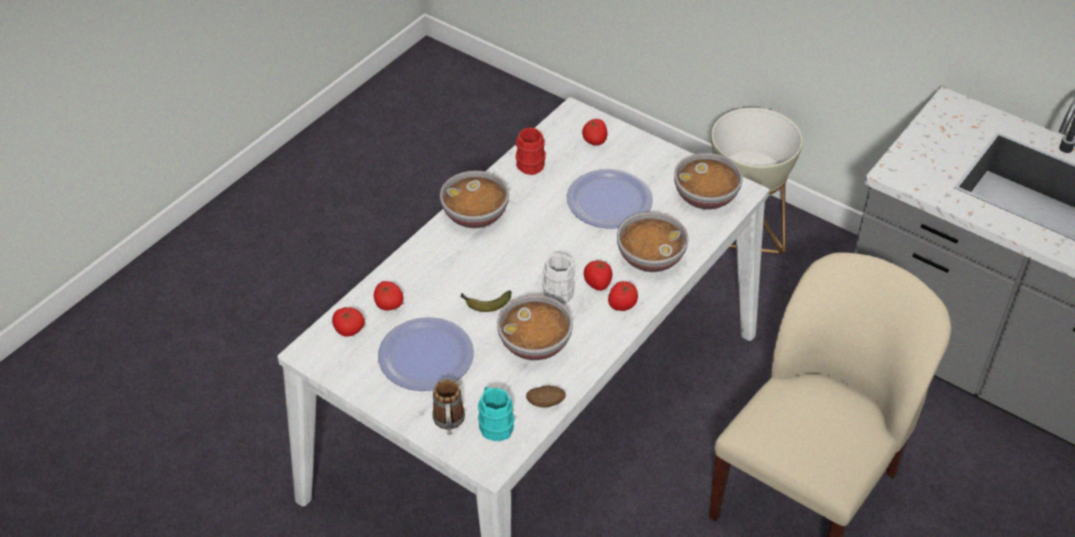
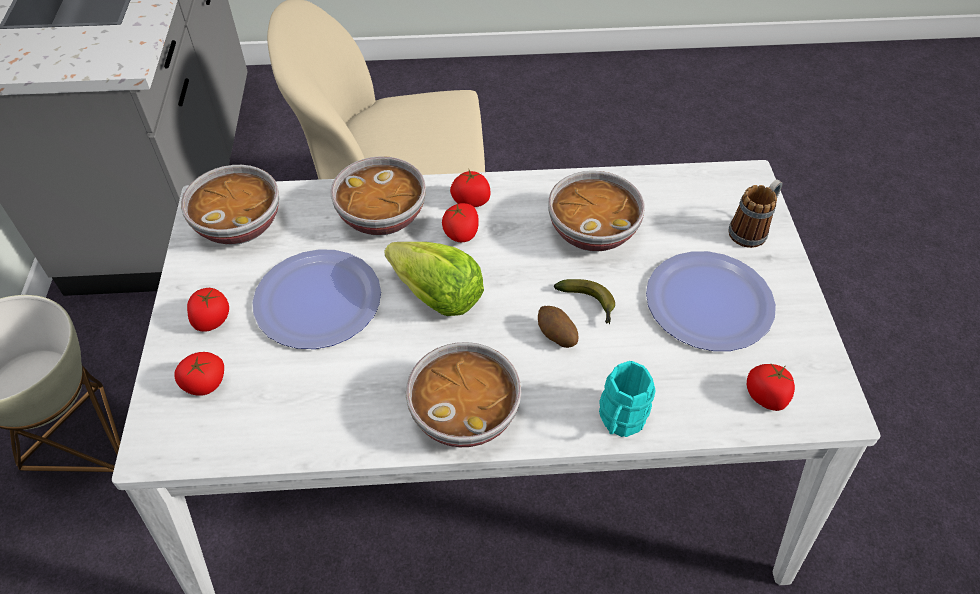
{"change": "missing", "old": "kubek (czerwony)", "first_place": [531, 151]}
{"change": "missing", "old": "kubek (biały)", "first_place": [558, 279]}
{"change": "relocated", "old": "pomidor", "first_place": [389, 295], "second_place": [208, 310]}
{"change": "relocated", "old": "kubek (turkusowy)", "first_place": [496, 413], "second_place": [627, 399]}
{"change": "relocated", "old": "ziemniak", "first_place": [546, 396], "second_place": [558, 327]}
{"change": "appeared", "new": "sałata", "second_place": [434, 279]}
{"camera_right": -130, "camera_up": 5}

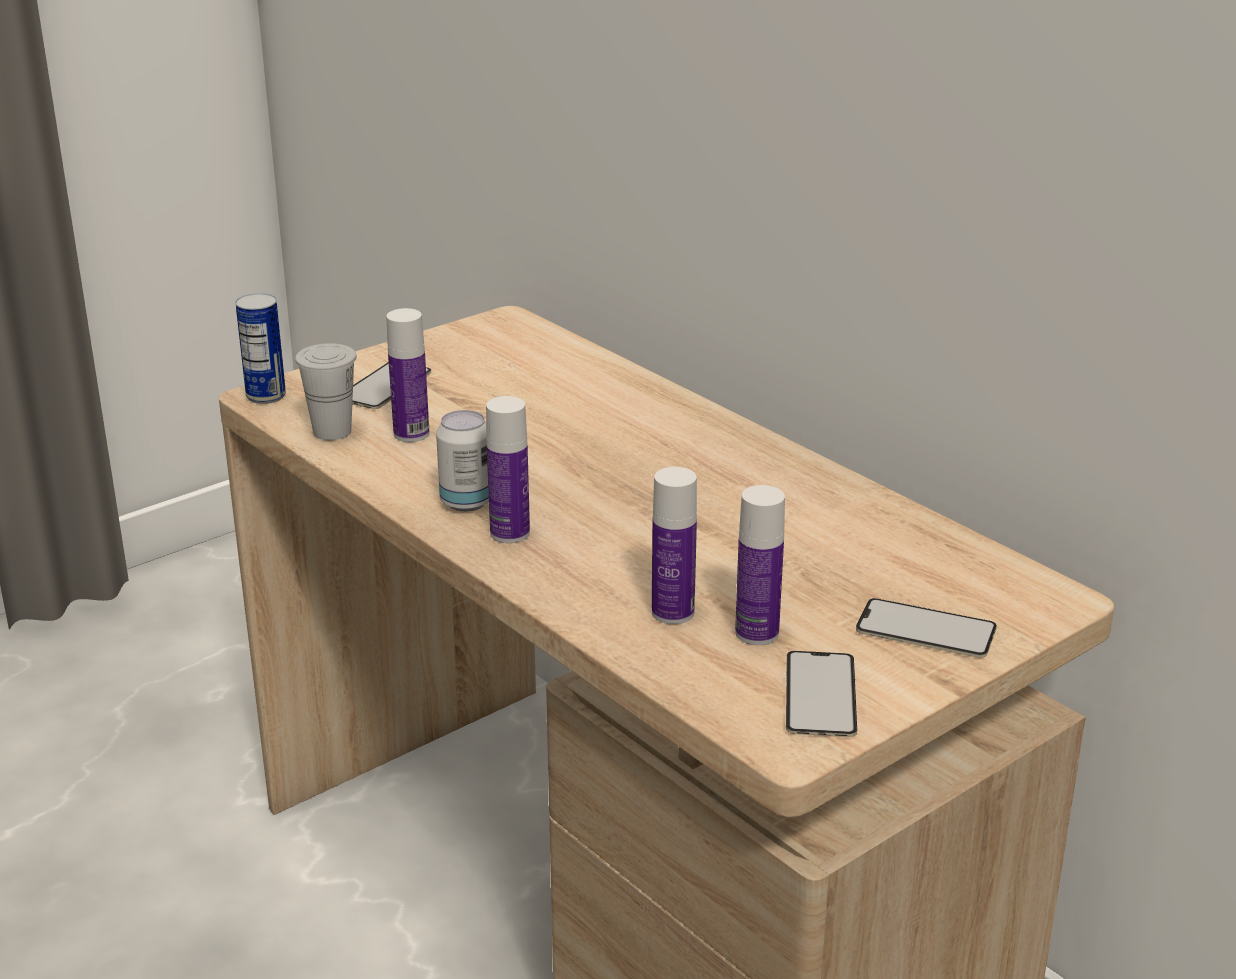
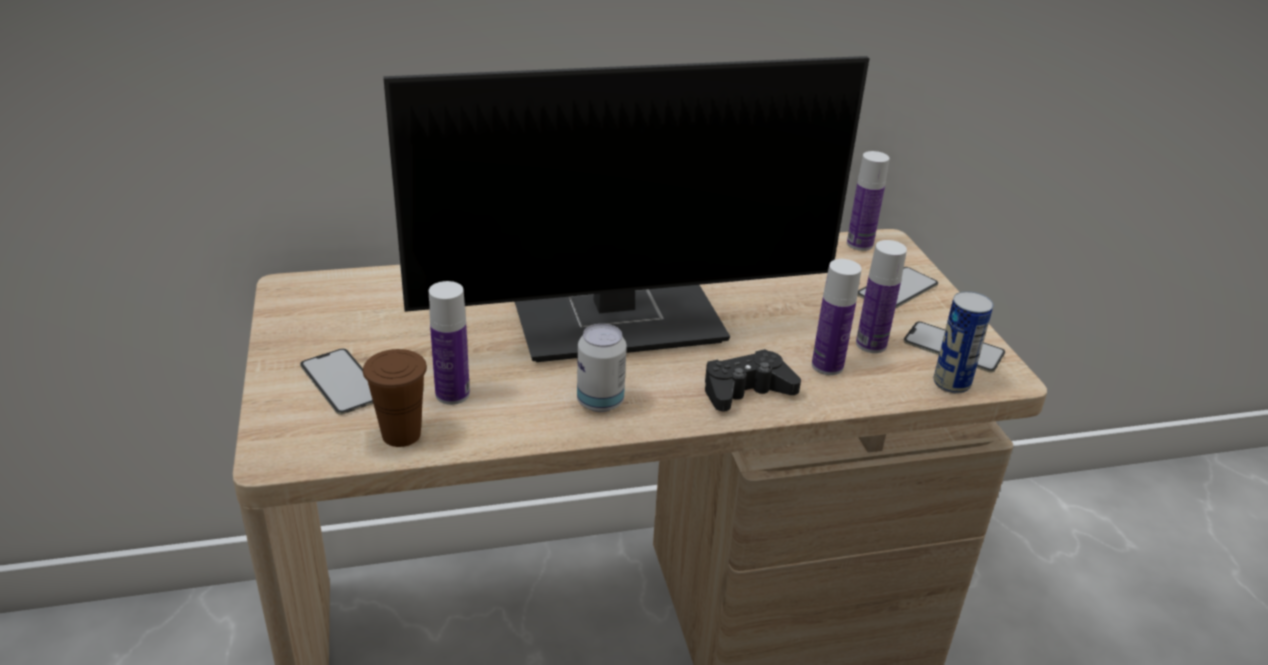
{"change": "relocated", "old": "puszka", "first_place": [260, 348], "second_place": [963, 342]}
{"change": "colour", "old": "filiżanka (biały)", "new": "filiżanka (brązowy)", "first_place": [326, 391], "second_place": [395, 398]}
{"change": "relocated", "old": "butelka", "first_place": [508, 469], "second_place": [868, 201]}
{"change": "appeared", "new": "monitor", "second_place": [626, 209]}
{"change": "appeared", "new": "pad do gier (czarny)", "second_place": [753, 380]}
{"camera_right": -65, "camera_up": 5}

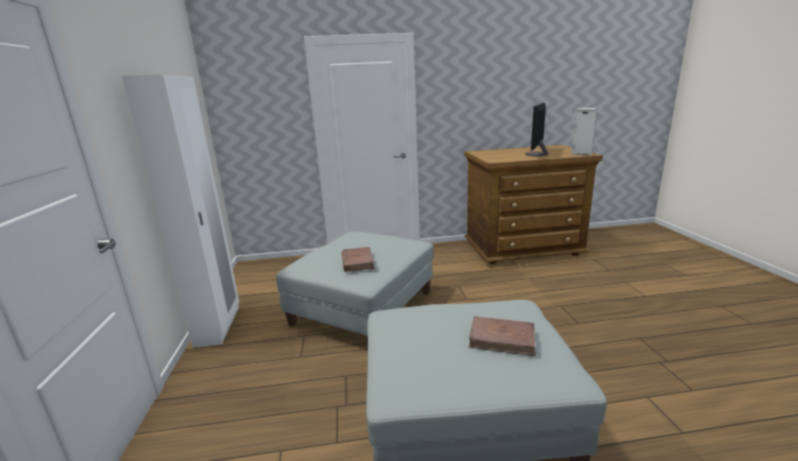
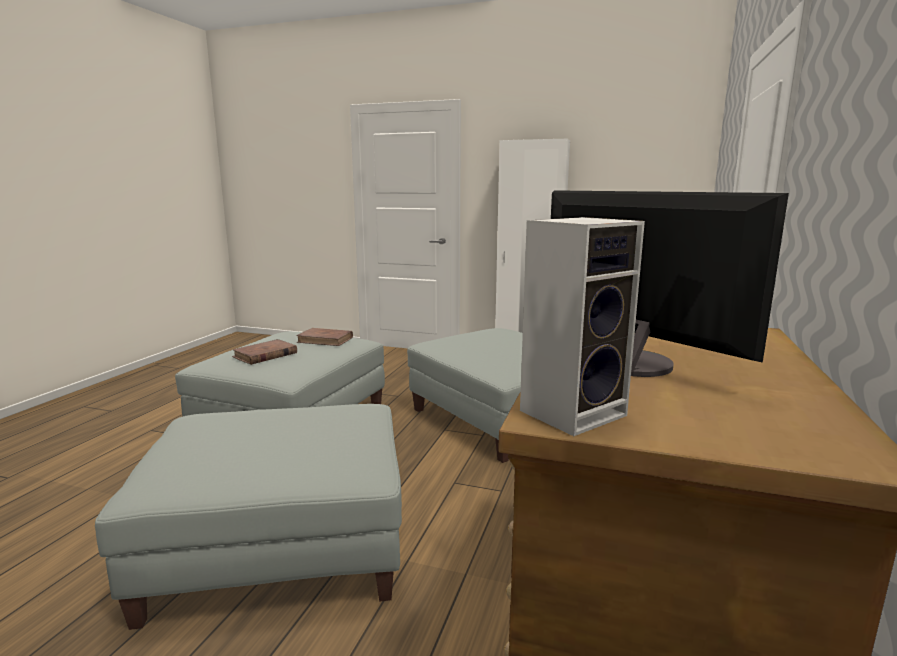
{"change": "relocated", "old": "książka (brązowy)", "first_place": [358, 259], "second_place": [324, 337]}
{"change": "appeared", "new": "pufa (szary)", "second_place": [248, 517]}
{"camera_right": 115, "camera_up": -5}

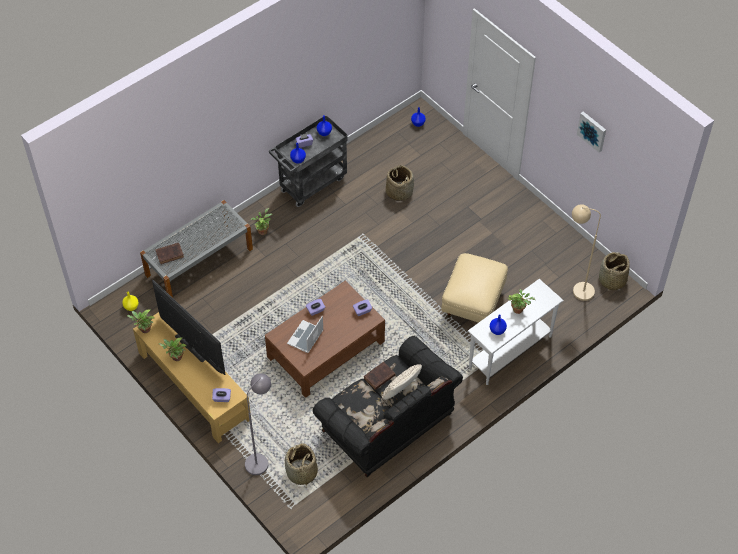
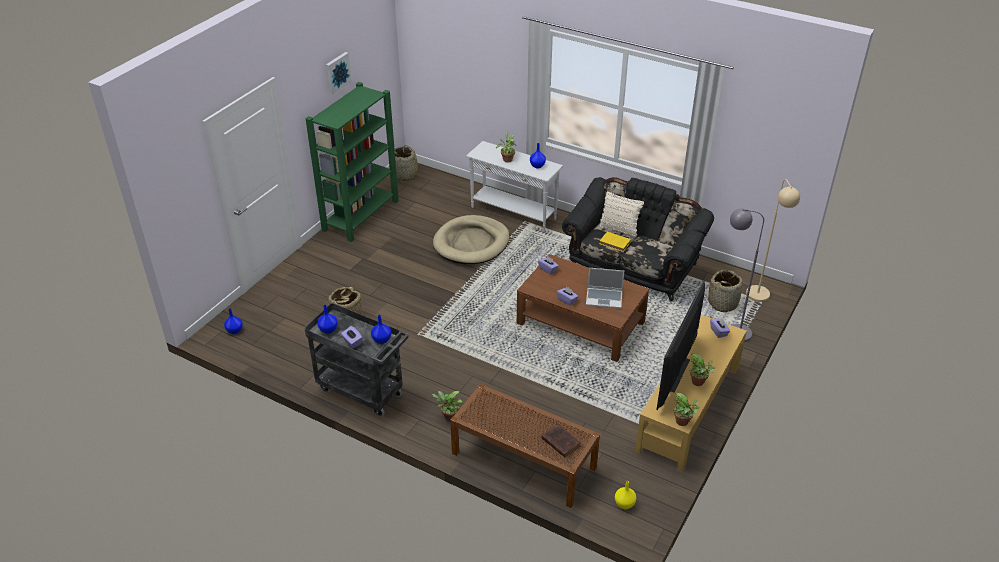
{"change": "colour", "old": "ławka (szary)", "new": "ławka (brązowy)", "first_place": [196, 249], "second_place": [525, 445]}
{"change": "relocated", "old": "lampa stojąca (beżowy)", "first_place": [586, 252], "second_place": [773, 240]}
{"change": "exchanged", "old": "pufa (beżowy)", "new": "legowisko (beżowy)", "first_place": [474, 288], "second_place": [471, 239]}
{"change": "colour", "old": "książka (brązowy)", "new": "książka (żółty)", "first_place": [379, 376], "second_place": [615, 242]}
{"change": "appeared", "new": "regał (zielony)", "second_place": [352, 162]}
{"camera_right": -110, "camera_up": -15}

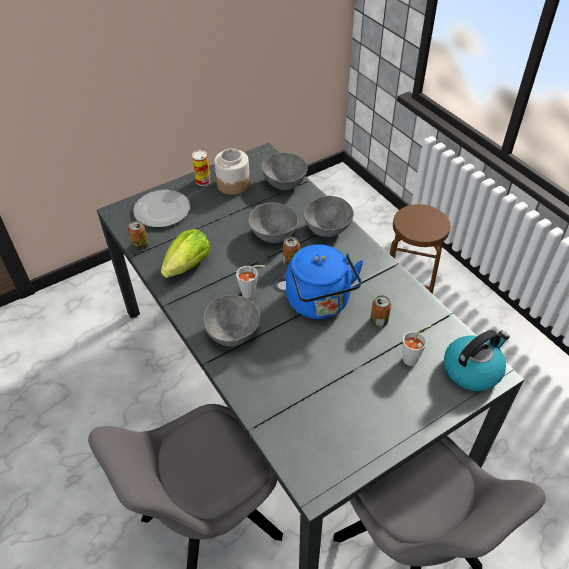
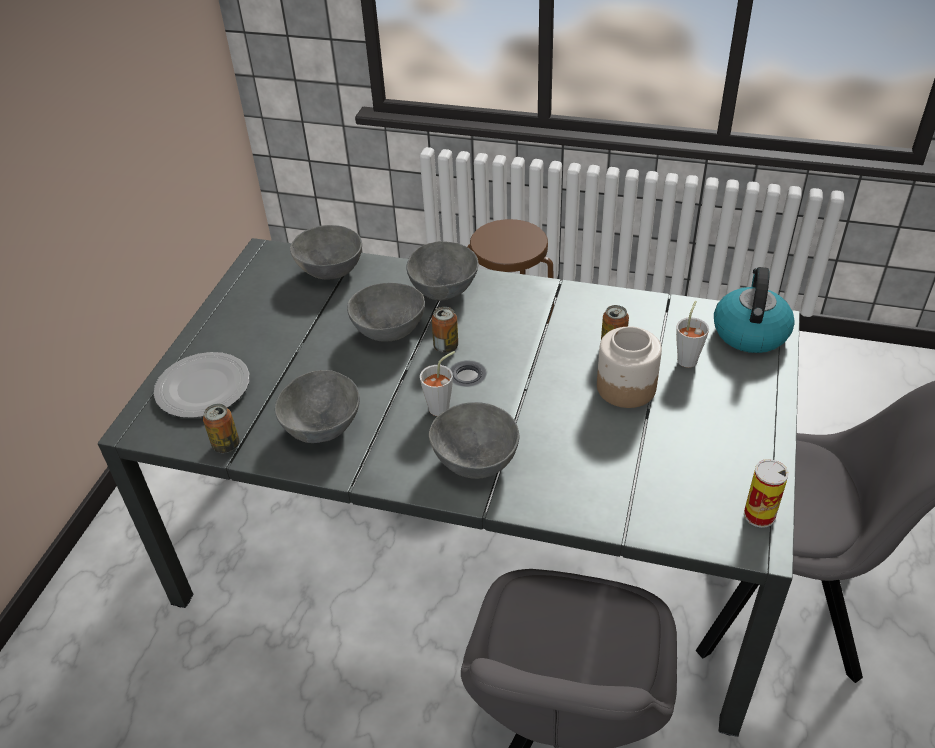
{"change": "relocated", "old": "słoik", "first_place": [232, 172], "second_place": [629, 367]}
{"change": "relocated", "old": "puszka", "first_place": [201, 168], "second_place": [766, 493]}
{"change": "exchanged", "old": "sałata", "new": "miska (szary)", "first_place": [185, 253], "second_place": [317, 406]}
{"change": "missing", "old": "czajnik (niebieski)", "first_place": [324, 281]}
{"camera_right": -40, "camera_up": -5}

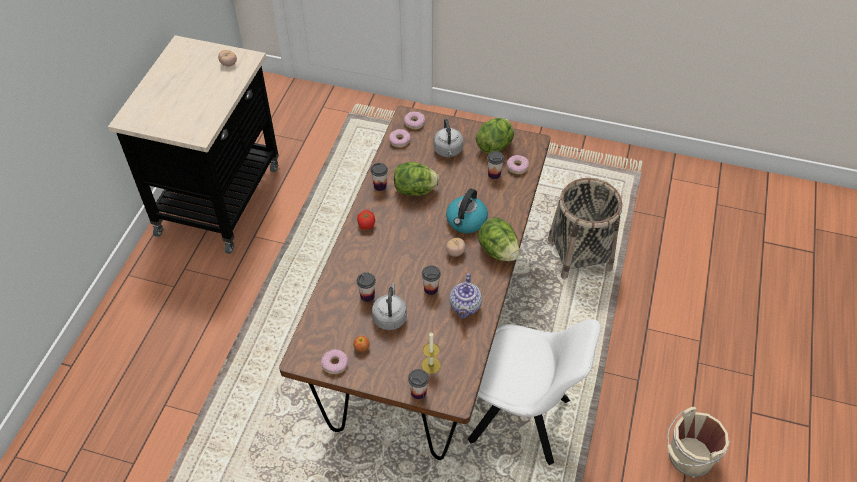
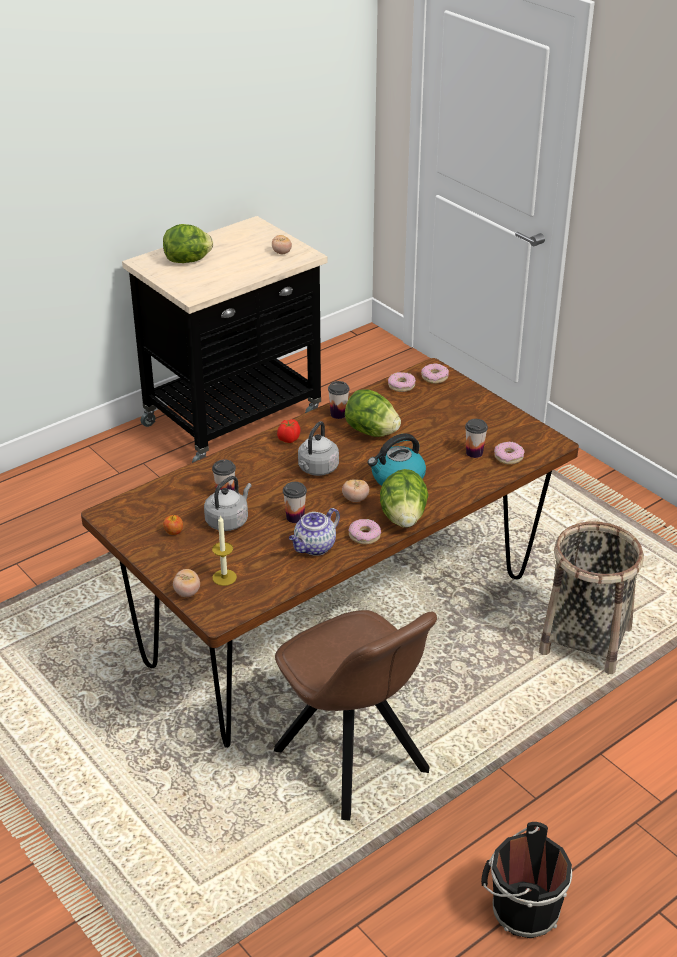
{"change": "relocated", "old": "sałata", "first_place": [495, 136], "second_place": [188, 243]}
{"change": "relocated", "old": "czajnik (szary)", "first_place": [448, 138], "second_place": [318, 448]}
{"change": "colour", "old": "krzesło (biały)", "new": "krzesło (brązowy)", "first_place": [534, 392], "second_place": [355, 715]}
{"change": "relocated", "old": "donut", "first_place": [334, 361], "second_place": [364, 531]}
{"change": "exchanged", "old": "filiżanka", "new": "pomidor", "first_place": [418, 384], "second_place": [186, 583]}
{"change": "colour", "old": "wiadro (beżowy)", "new": "wiadro (czarny)", "first_place": [698, 442], "second_place": [526, 880]}
{"camera_right": 35, "camera_up": -15}

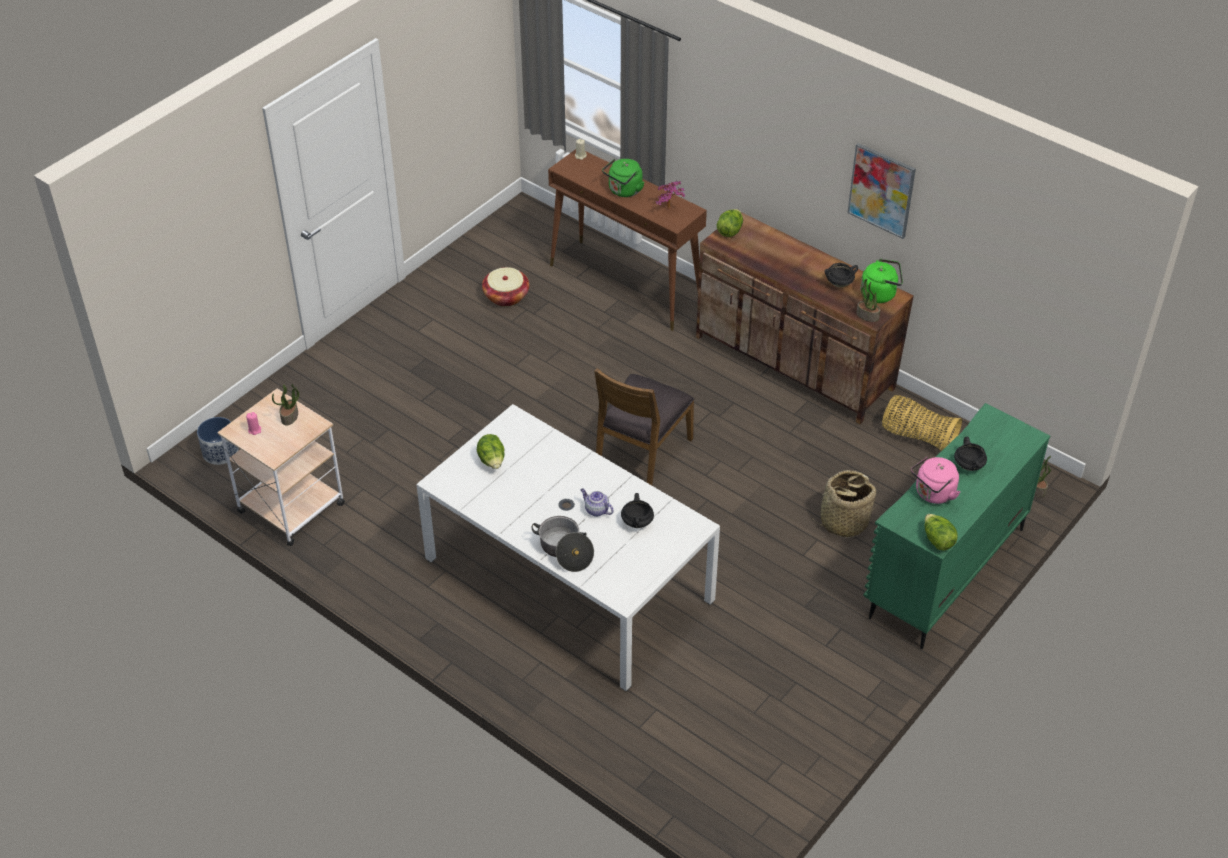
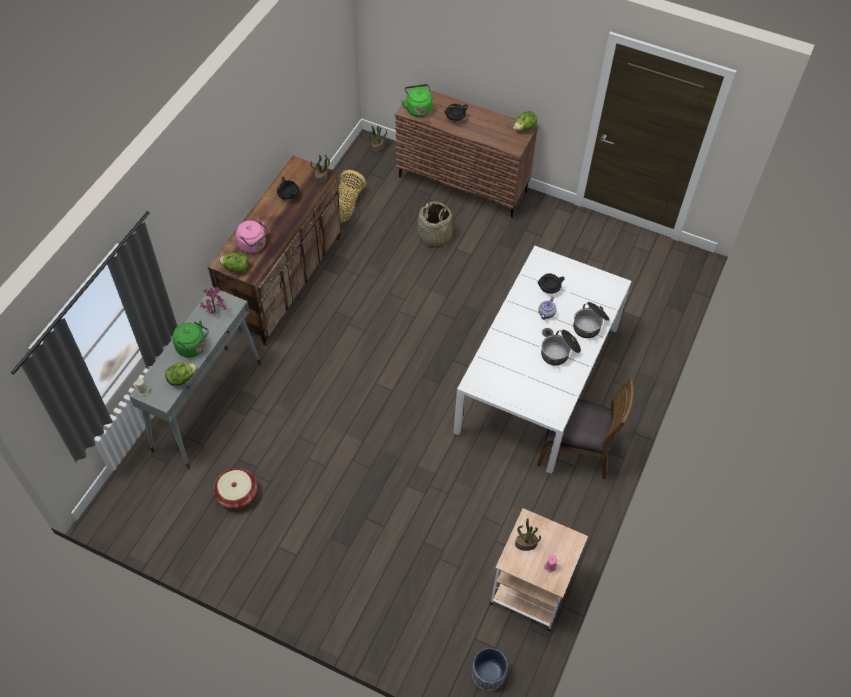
{"change": "missing", "old": "obraz", "first_place": [881, 191]}
{"change": "colour", "old": "stolik konsolowy (brązowy)", "new": "stolik konsolowy (szary)", "first_place": [627, 240], "second_place": [195, 378]}
{"change": "relocated", "old": "czajnik (zielony)", "first_place": [882, 281], "second_place": [416, 100]}
{"change": "relocated", "old": "krzesło (brązowy)", "first_place": [644, 426], "second_place": [585, 428]}
{"change": "colour", "old": "komoda (zielony)", "new": "komoda (brązowy)", "first_place": [956, 526], "second_place": [466, 153]}
{"change": "relocated", "old": "sałata", "first_place": [490, 451], "second_place": [181, 374]}
{"change": "relocated", "old": "czajnik (różowy)", "first_place": [935, 480], "second_place": [253, 236]}
{"change": "appeared", "new": "garnek", "second_place": [561, 348]}
{"camera_right": -105, "camera_up": 10}

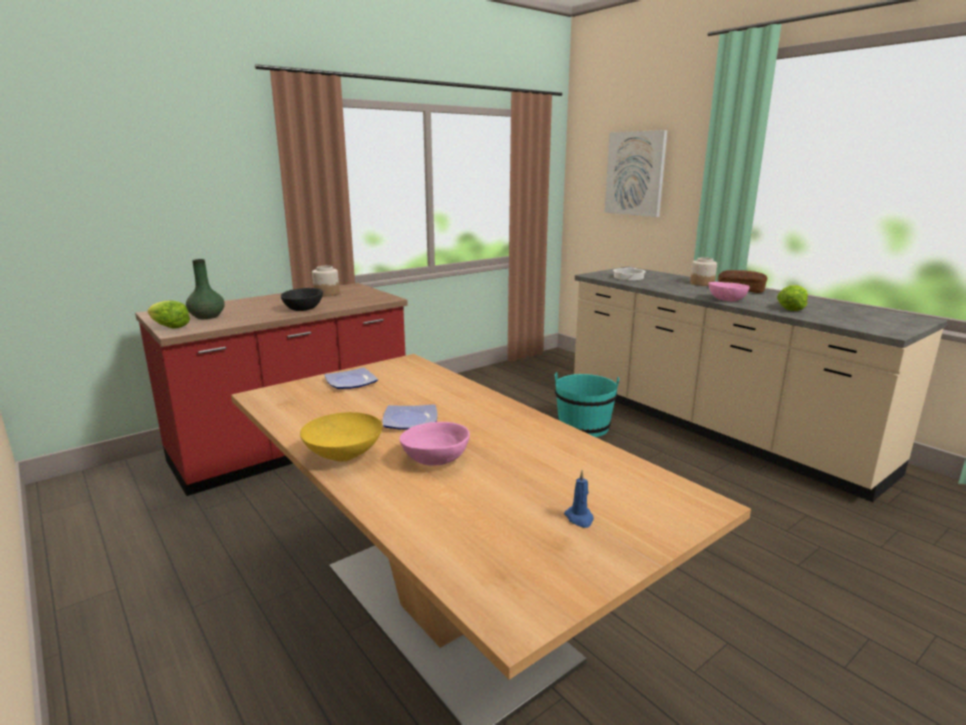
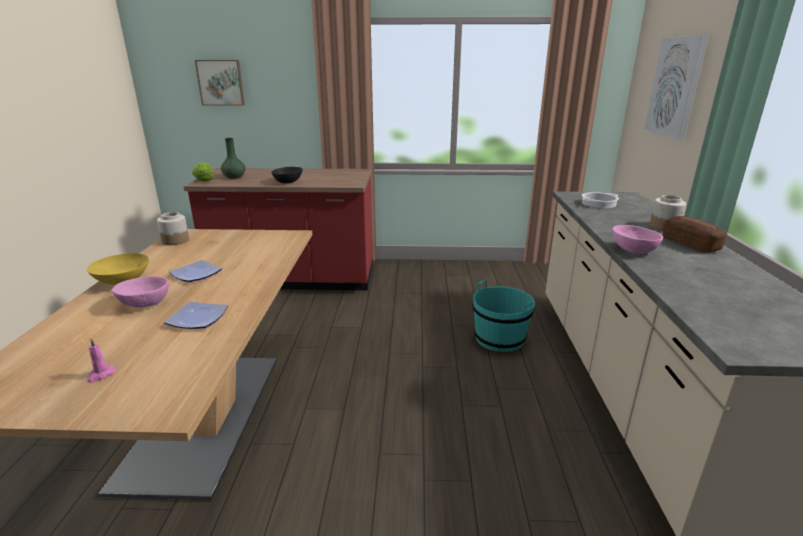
{"change": "relocated", "old": "słoik", "first_place": [325, 281], "second_place": [173, 228]}
{"change": "missing", "old": "sałata", "first_place": [792, 298]}
{"change": "relocated", "old": "talerz", "first_place": [351, 378], "second_place": [196, 315]}
{"change": "colour", "old": "świeca (niebieski)", "new": "świeca (różowy)", "first_place": [579, 499], "second_place": [101, 360]}
{"change": "appeared", "new": "obraz", "second_place": [220, 83]}
{"camera_right": 40, "camera_up": 5}

